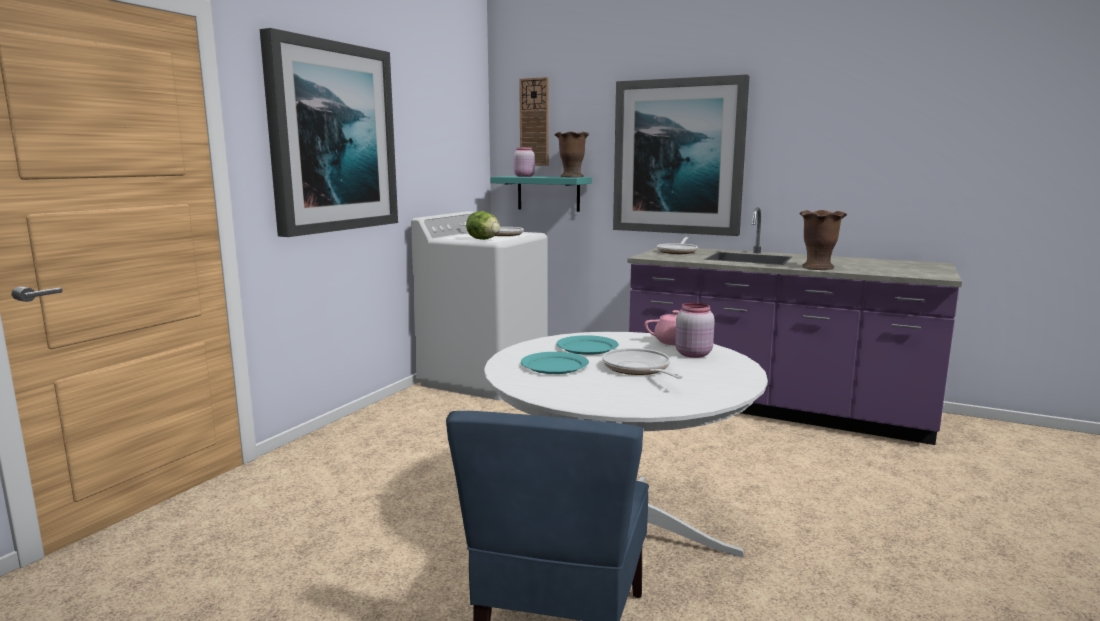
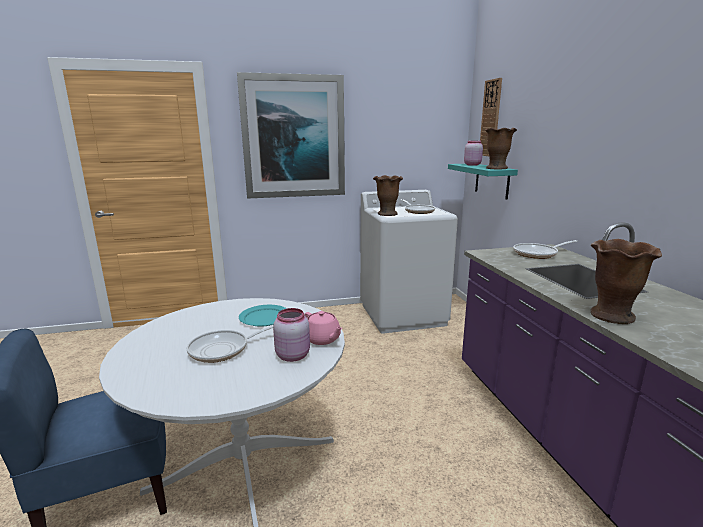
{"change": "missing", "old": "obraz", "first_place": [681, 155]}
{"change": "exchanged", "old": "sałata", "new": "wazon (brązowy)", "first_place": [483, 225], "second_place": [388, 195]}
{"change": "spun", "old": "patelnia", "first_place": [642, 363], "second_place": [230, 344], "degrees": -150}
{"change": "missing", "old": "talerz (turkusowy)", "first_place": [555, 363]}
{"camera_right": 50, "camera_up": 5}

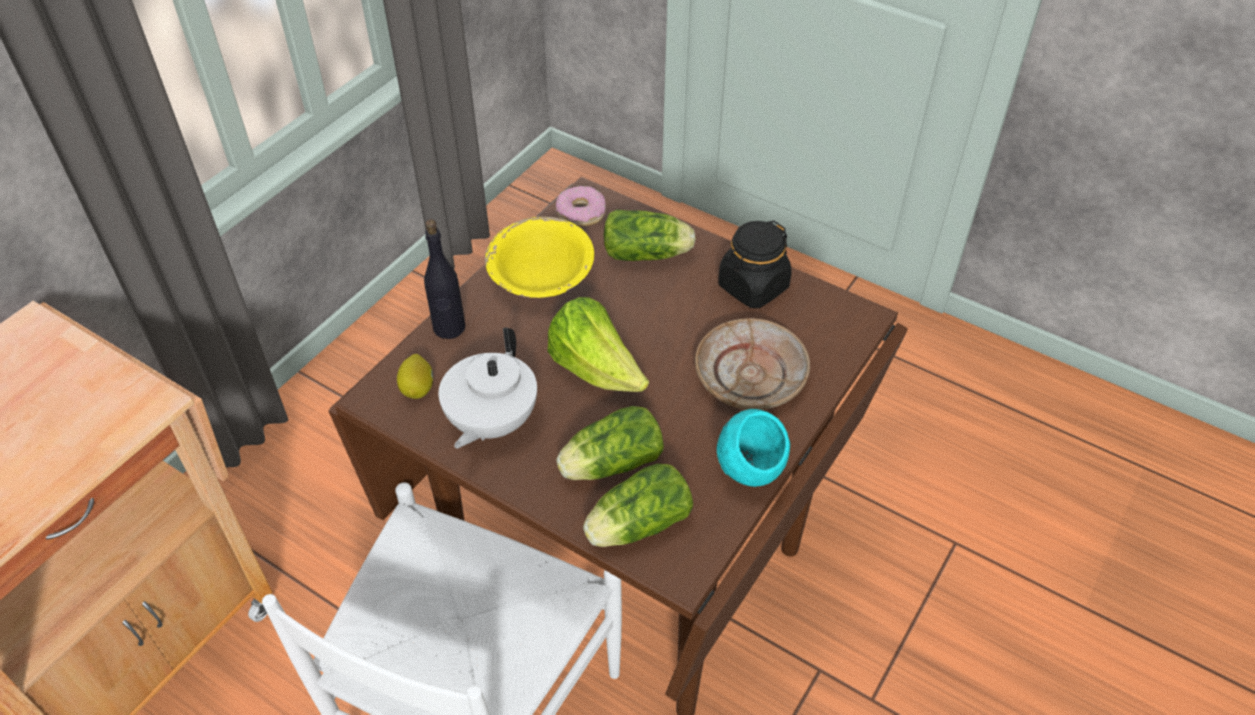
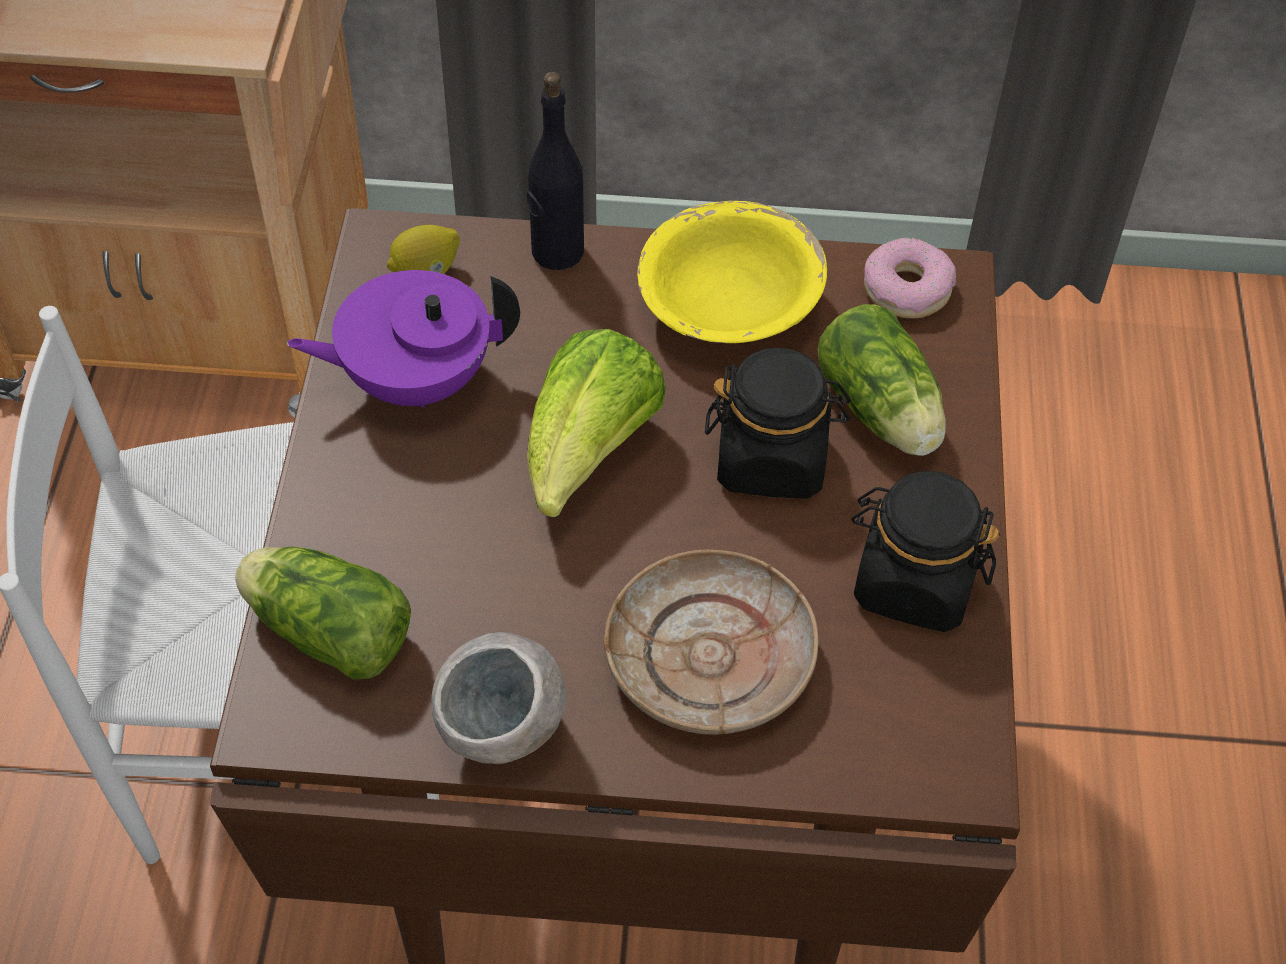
{"change": "colour", "old": "imbryk (biały)", "new": "imbryk (fioletowy)", "first_place": [487, 388], "second_place": [403, 339]}
{"change": "missing", "old": "sałata", "first_place": [610, 443]}
{"change": "colour", "old": "miska (turkusowy)", "new": "miska (szary)", "first_place": [753, 448], "second_place": [498, 698]}
{"change": "appeared", "new": "słoik (czarny)", "second_place": [778, 423]}
{"camera_right": 60, "camera_up": 5}

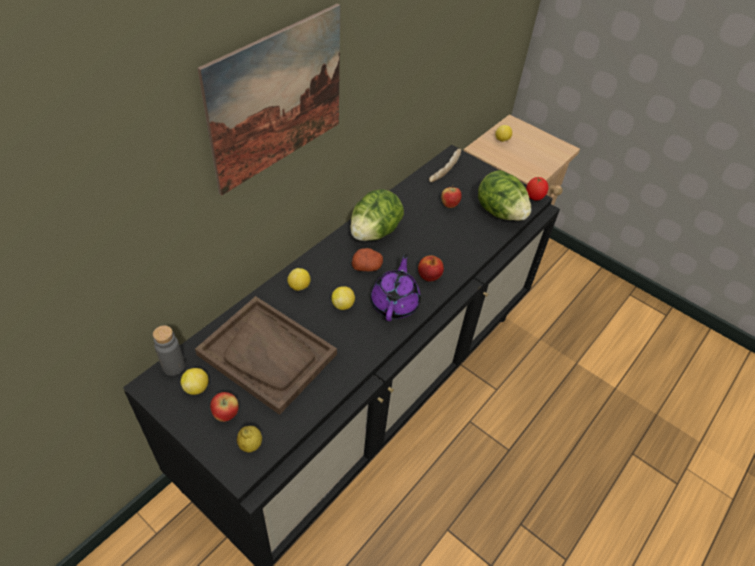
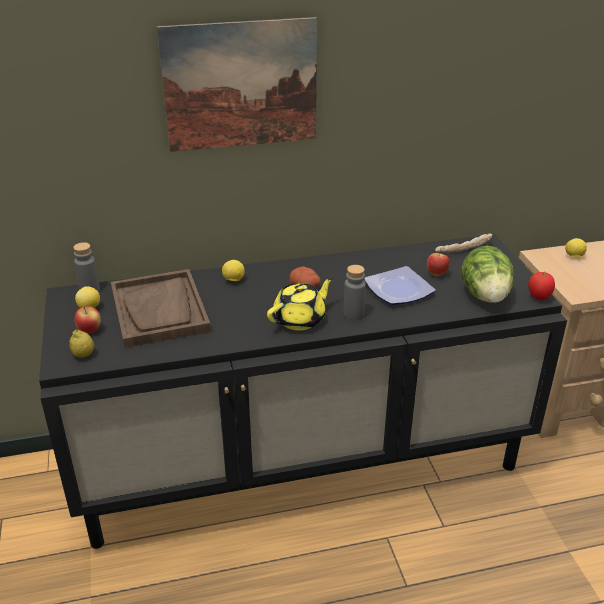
{"change": "missing", "old": "sałata", "first_place": [377, 215]}
{"change": "colour", "old": "imbryk (fioletowy)", "new": "imbryk (żółty)", "first_place": [396, 287], "second_place": [300, 304]}
{"change": "exchanged", "old": "jabłko", "new": "butelka (szary)", "first_place": [431, 268], "second_place": [355, 292]}
{"change": "missing", "old": "cytryna", "first_place": [343, 298]}
{"change": "appeared", "new": "talerz", "second_place": [400, 285]}
{"camera_right": 40, "camera_up": -15}

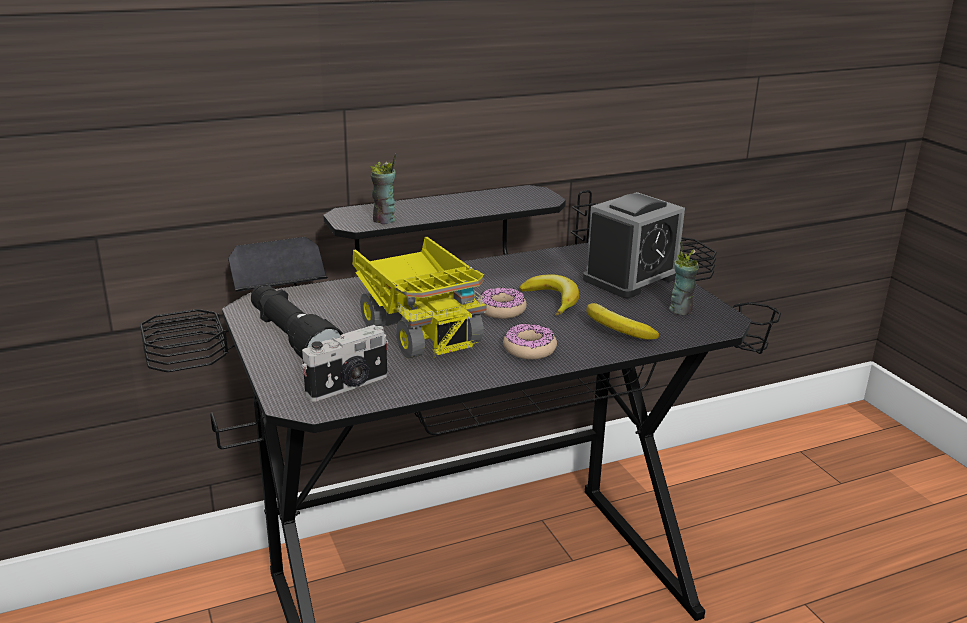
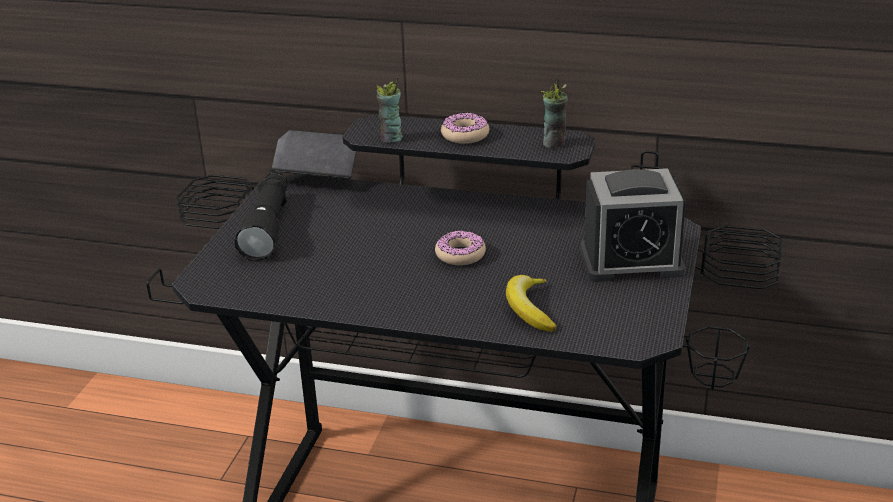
{"change": "missing", "old": "ciężarówka zabawkowa", "first_place": [419, 297]}
{"change": "relocated", "old": "filiżanka", "first_place": [684, 278], "second_place": [554, 111]}
{"change": "missing", "old": "banan", "first_place": [549, 295]}
{"change": "relocated", "old": "donut", "first_place": [530, 341], "second_place": [465, 128]}
{"change": "missing", "old": "aparat fotograficzny", "first_place": [344, 363]}
{"camera_right": 40, "camera_up": 5}

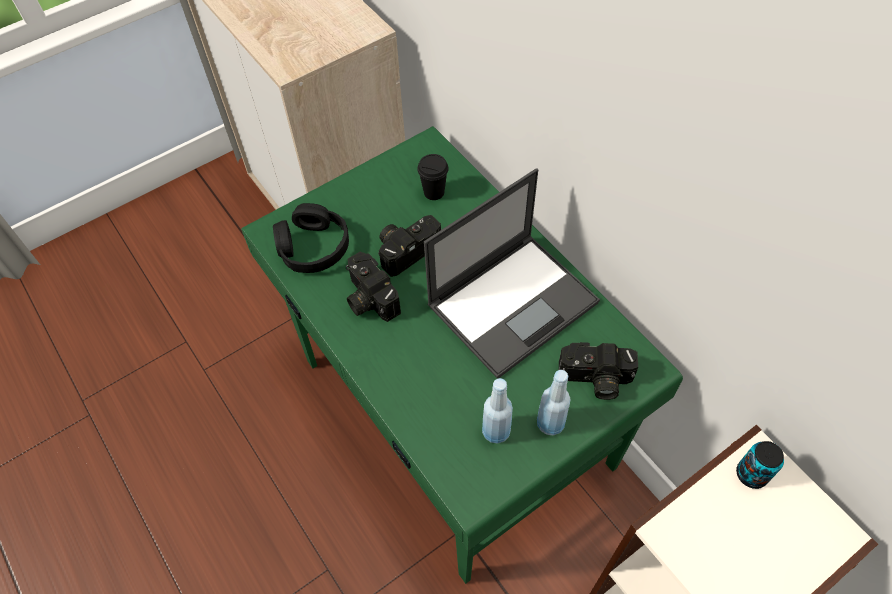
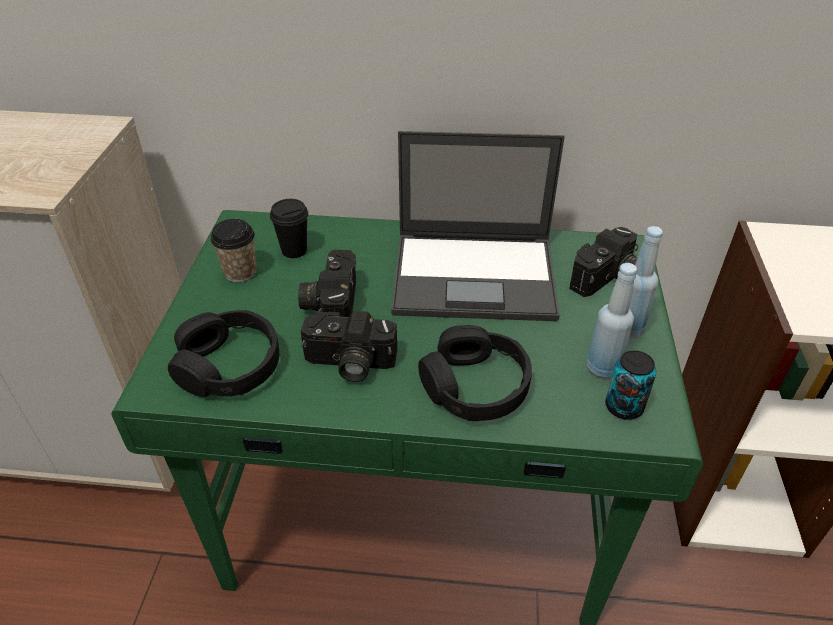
{"change": "spun", "old": "laptop", "first_place": [512, 274], "second_place": [478, 226], "degrees": 90}
{"change": "relocated", "old": "puszka", "first_place": [760, 465], "second_place": [630, 385]}
{"change": "appeared", "new": "filiżanka", "second_place": [234, 250]}
{"change": "appeared", "new": "słuchawki (czarny)", "second_place": [475, 373]}
{"camera_right": -50, "camera_up": -15}

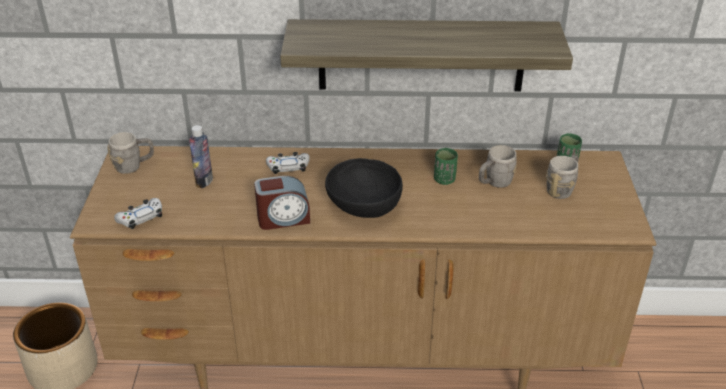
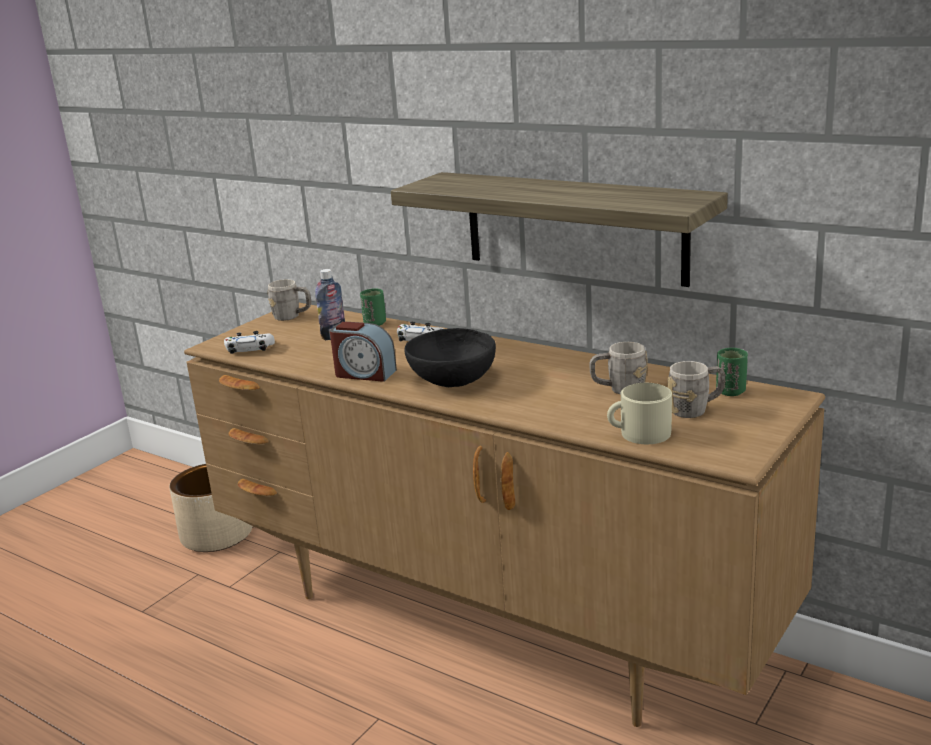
{"change": "relocated", "old": "filiżanka (zielony)", "first_place": [446, 166], "second_place": [373, 307]}
{"change": "appeared", "new": "kubek (beżowy)", "second_place": [639, 413]}
{"camera_right": 35, "camera_up": -15}

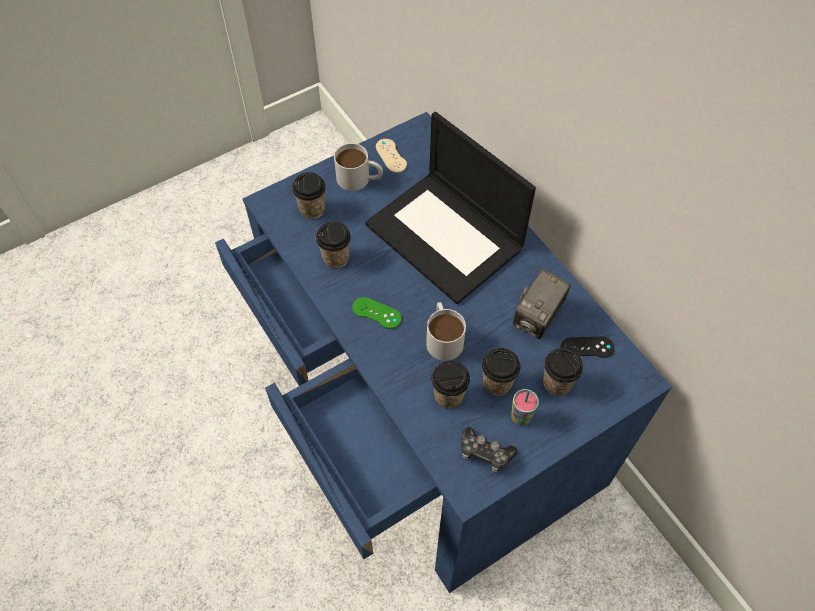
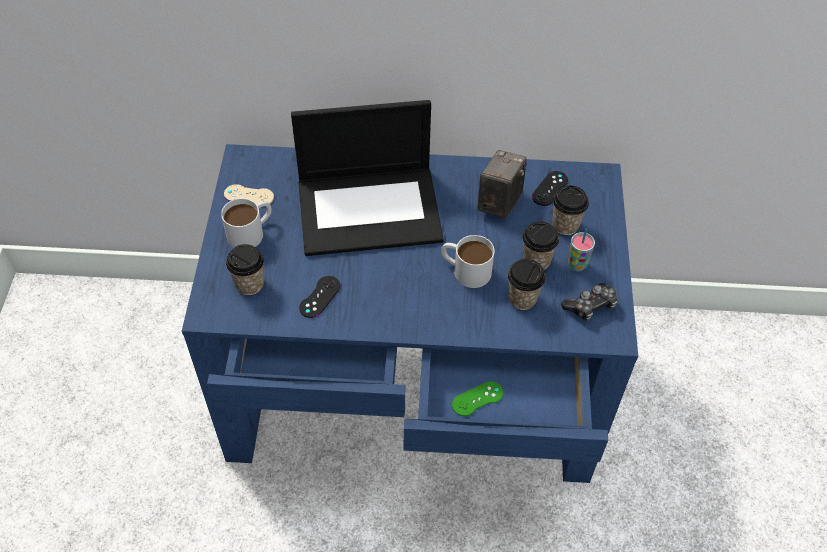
{"change": "exchanged", "old": "filiżanka", "new": "pad do gier (czarny)", "first_place": [333, 245], "second_place": [320, 297]}
{"change": "spun", "old": "aparat fotograficzny", "first_place": [542, 304], "second_place": [502, 184], "degrees": -135}
{"change": "relocated", "old": "pad do gier (zielony)", "first_place": [376, 313], "second_place": [477, 398]}
{"camera_right": -55, "camera_up": -5}

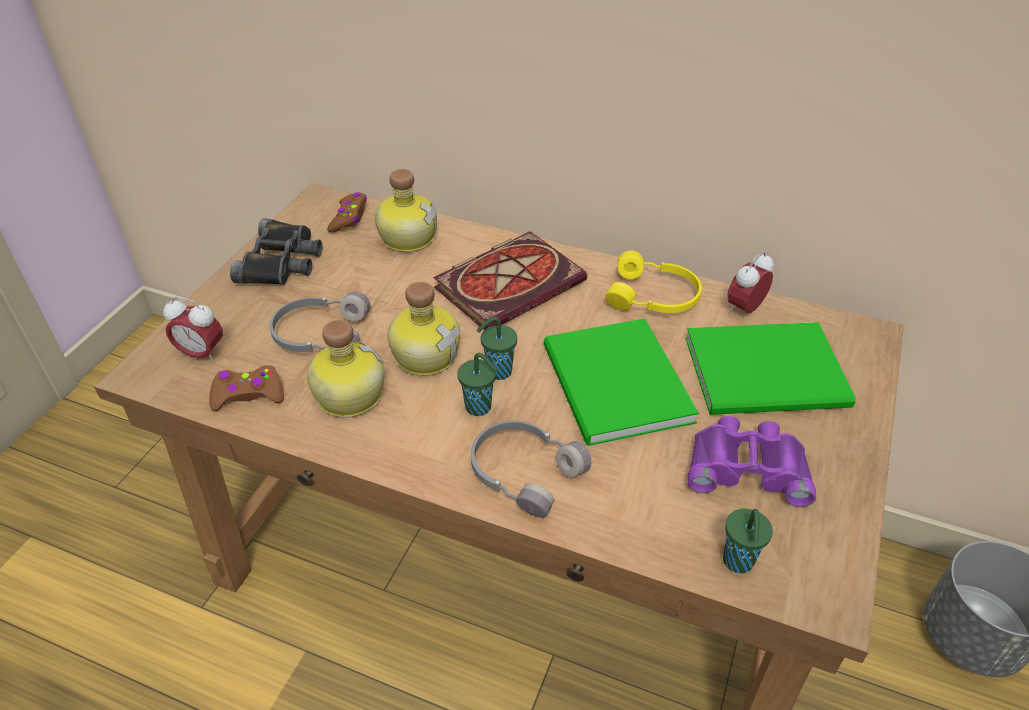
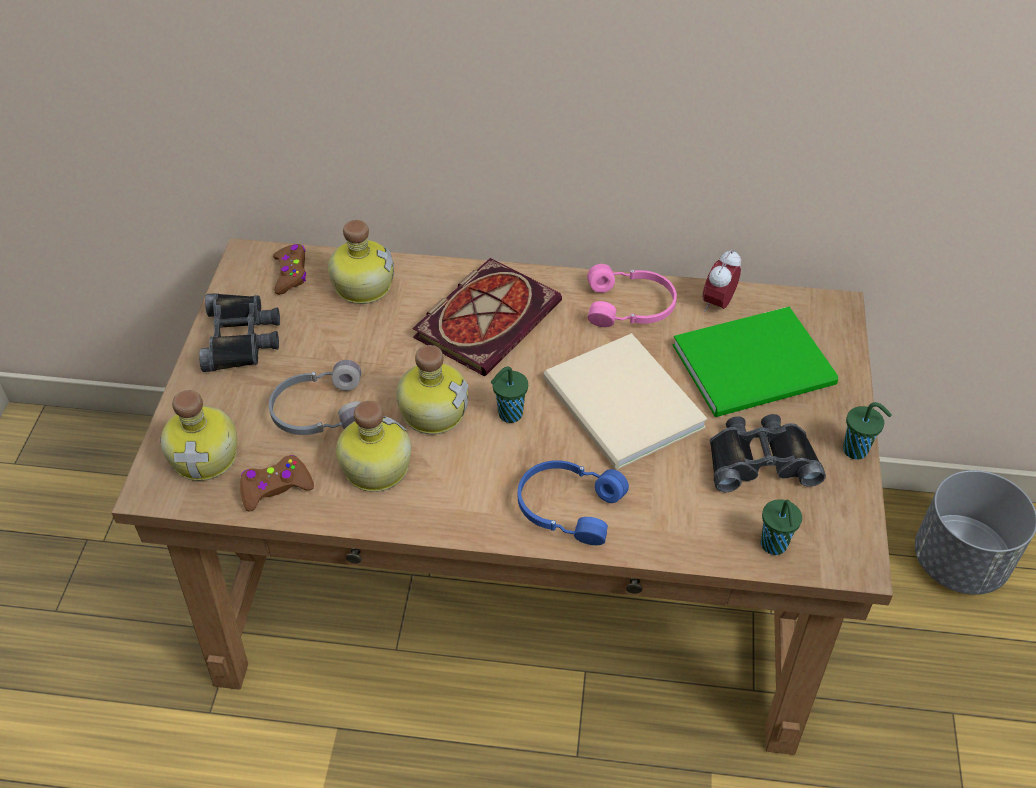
{"change": "colour", "old": "słuchawki (żółty)", "new": "słuchawki (różowy)", "first_place": [653, 282], "second_place": [632, 295]}
{"change": "exchanged", "old": "budzik", "new": "butelka", "first_place": [193, 330], "second_place": [199, 435]}
{"change": "colour", "old": "książka (zielony)", "new": "książka (beżowy)", "first_place": [621, 382], "second_place": [625, 401]}
{"change": "relocated", "old": "filiżanka (zielony)", "first_place": [478, 384], "second_place": [867, 431]}
{"change": "colour", "old": "lornetka (fioletowy)", "new": "lornetka (czarny)", "first_place": [752, 461], "second_place": [768, 453]}
{"change": "colour", "old": "słuchawki (szary)", "new": "słuchawki (niebieski)", "first_place": [531, 469], "second_place": [573, 502]}
{"camera_right": -15, "camera_up": 5}

